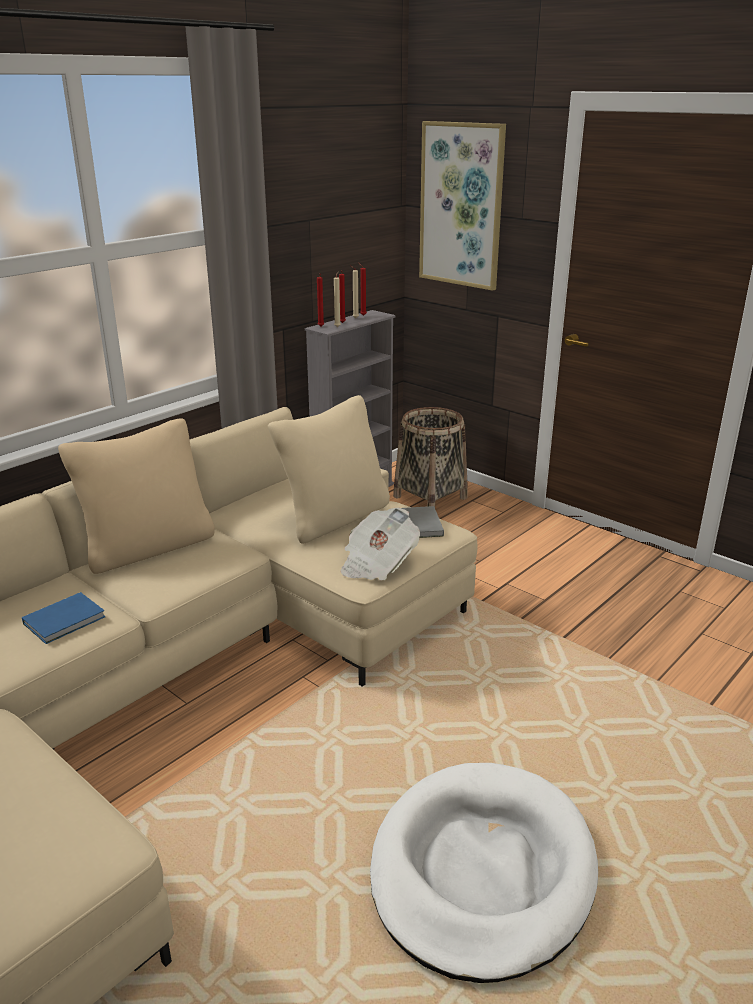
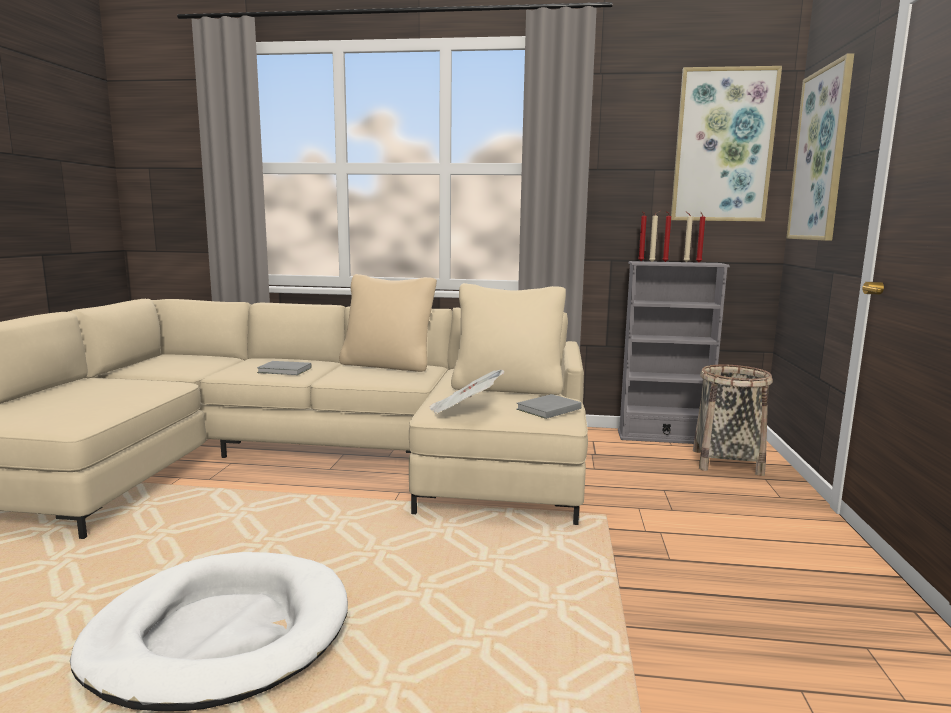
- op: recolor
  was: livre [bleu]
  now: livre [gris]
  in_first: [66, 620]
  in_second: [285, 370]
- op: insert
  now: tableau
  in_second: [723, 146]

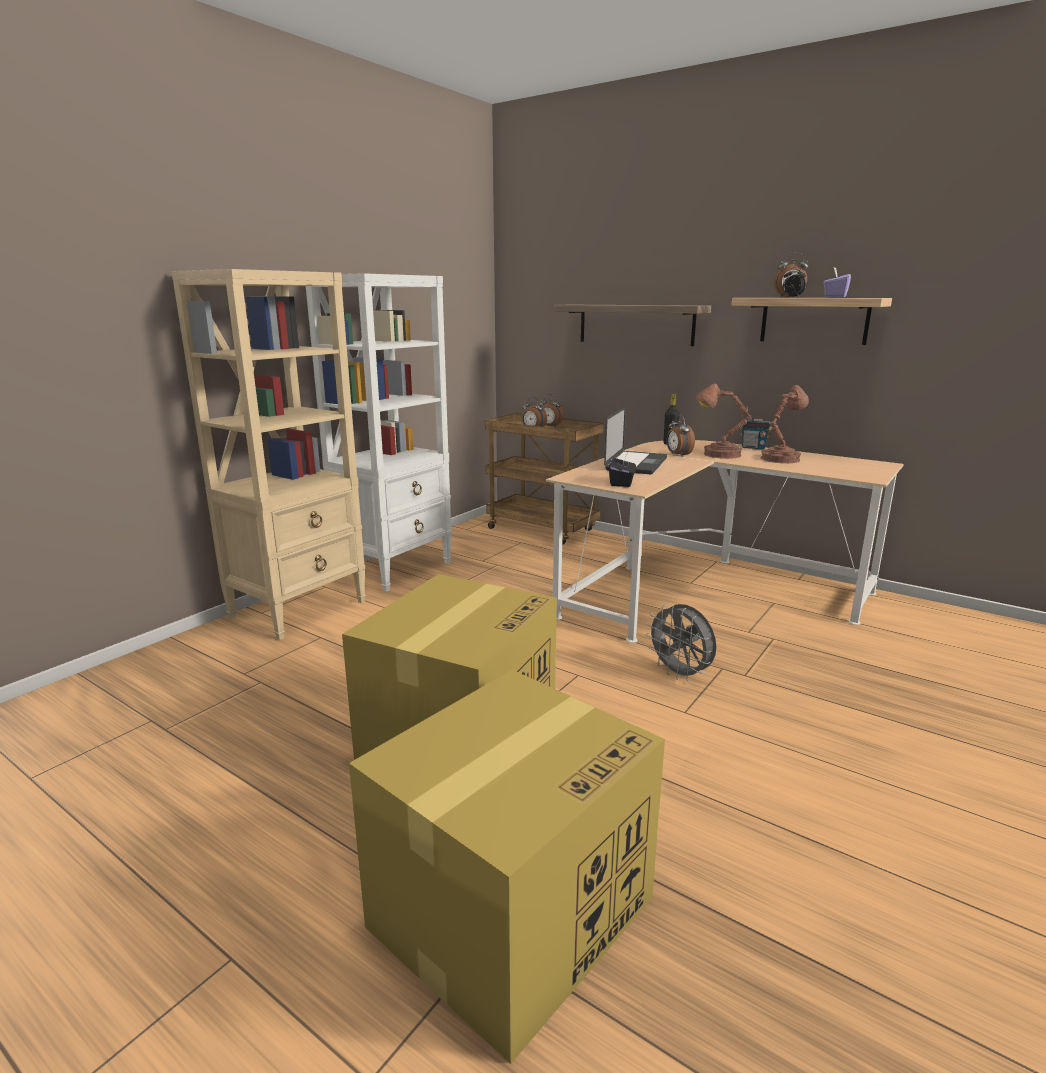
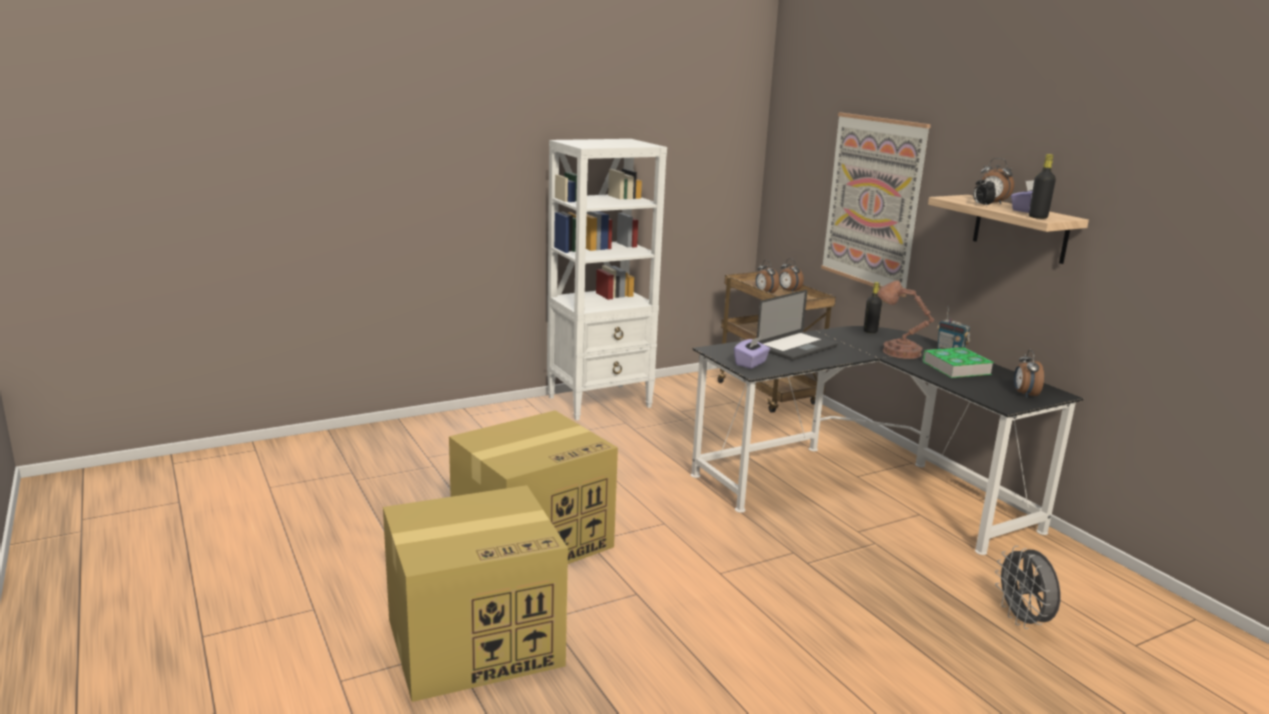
- op: delete
  was: bibliothèque [beige]
  in_first: [300, 609]
- op: recolor
  was: bureau [beige]
  now: bureau [noir]
  in_first: [703, 589]
  in_second: [862, 485]
- op: replace
  was: étagère
  now: tableau
  in_first: [635, 324]
  in_second: [873, 202]
- op: recolor
  was: boîte à mouchoirs [noir]
  now: boîte à mouchoirs [violet]
  in_first: [621, 483]
  in_second: [751, 363]
- op: move
  was: ventilateur [gris]
  in_first: [680, 674]
  in_second: [1023, 620]
- op: move
  was: réveil
  in_first: [678, 455]
  in_second: [1024, 394]
- op: replace
  was: lampe de table [marron]
  now: livre
  in_first: [781, 458]
  in_second: [956, 368]
- op: insert
  now: bouteille [noir]
  in_second: [1037, 217]

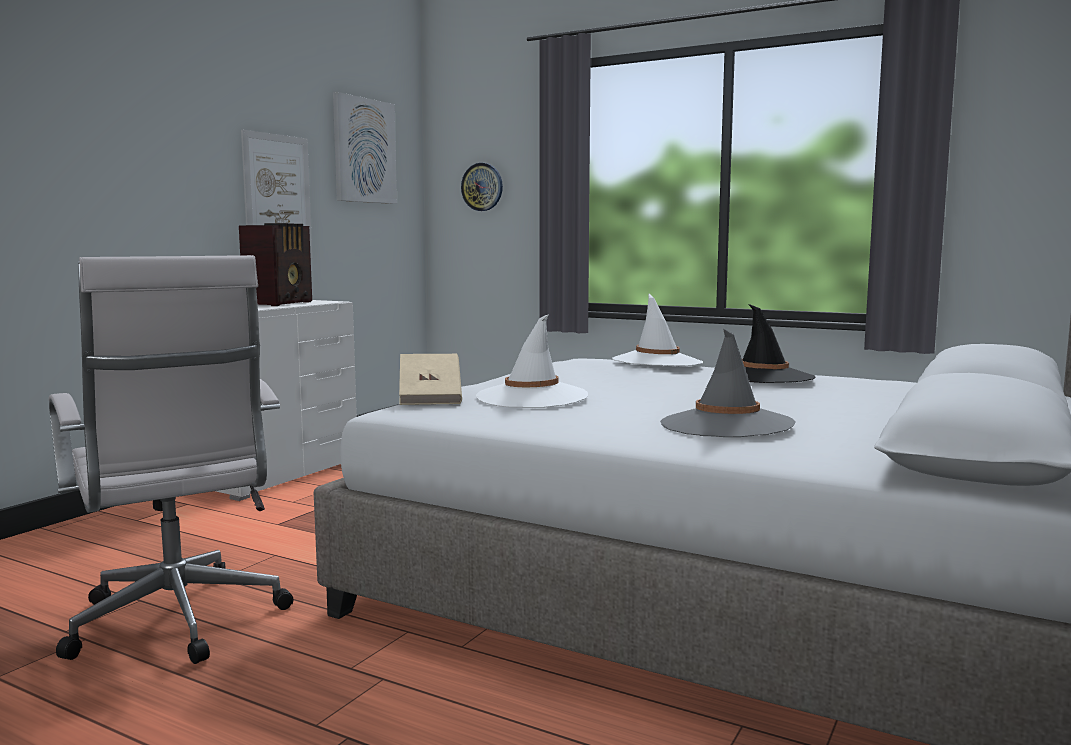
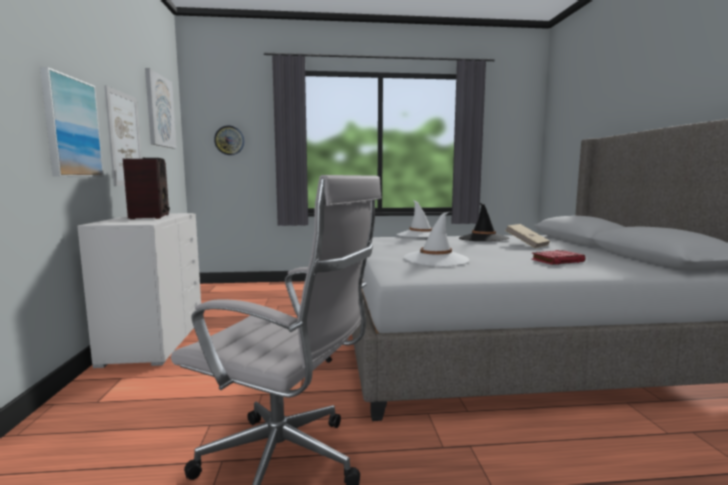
- op: move
  was: livre [beige]
  in_first: [430, 398]
  in_second: [526, 245]
- op: replace
  was: chapeau [gris]
  now: livre [rouge]
  in_first: [726, 425]
  in_second: [557, 261]
- op: insert
  now: tableau
  in_second: [71, 127]

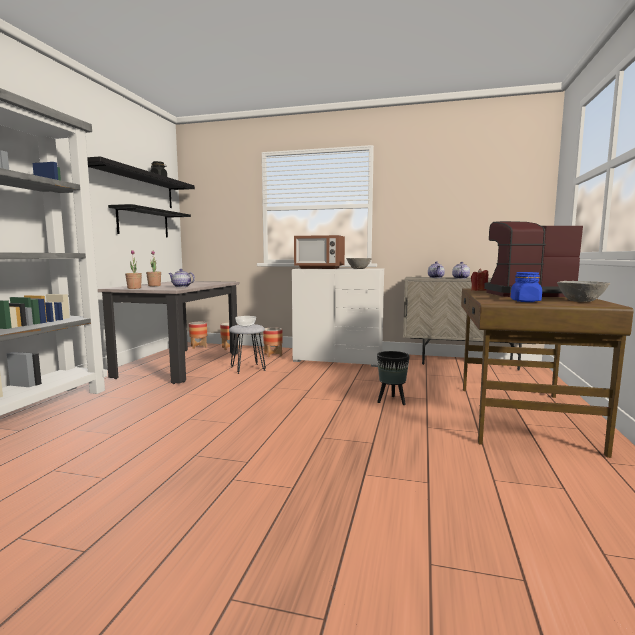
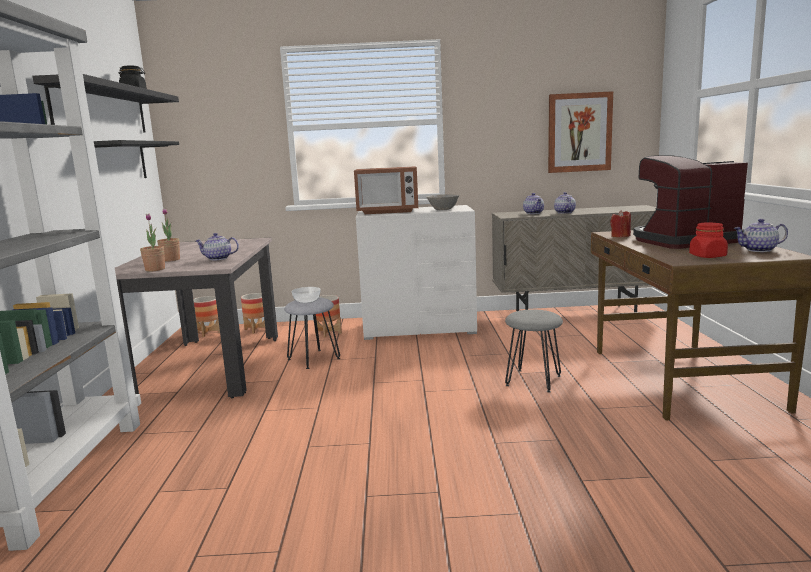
- op: replace
  was: cache-pot [noir]
  now: tabouret [gris]
  in_first: [391, 401]
  in_second: [533, 380]
- op: recolor
  was: bocal [bleu]
  now: bocal [rouge]
  in_first: [525, 301]
  in_second: [707, 256]
- op: replace
  was: bol [gris]
  now: théière
  in_first: [581, 301]
  in_second: [759, 250]
- op: insert
  now: tableau
  in_second: [579, 132]

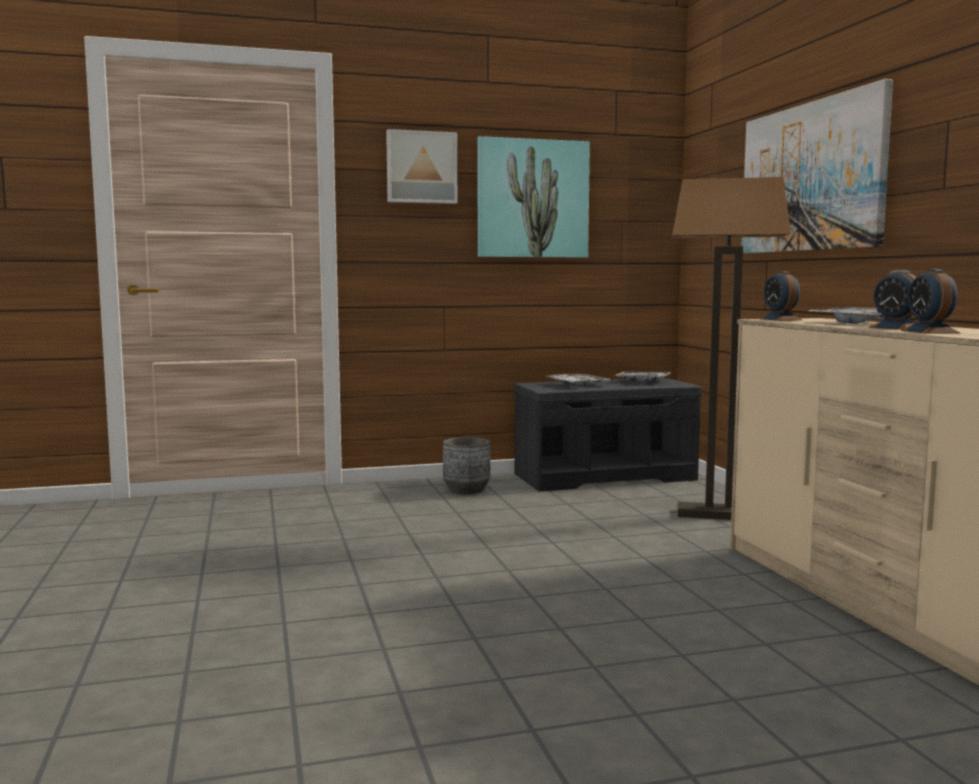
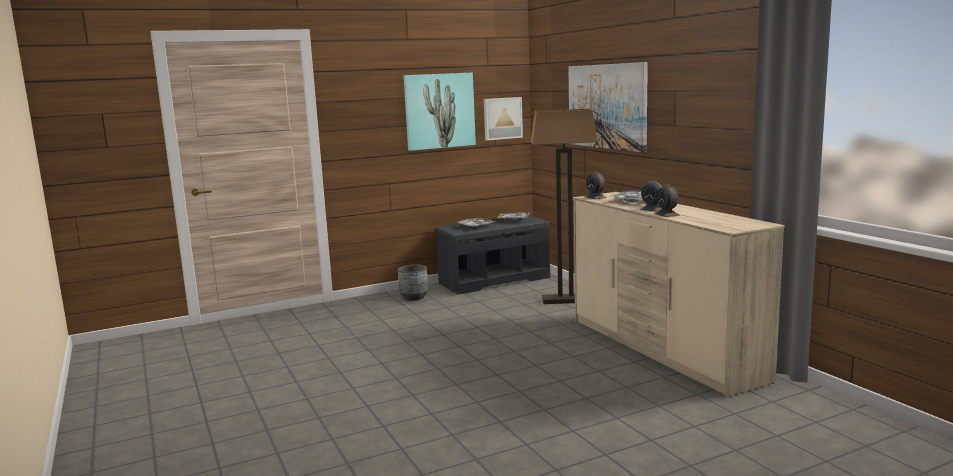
- op: move
  was: tableau
  in_first: [421, 167]
  in_second: [502, 118]

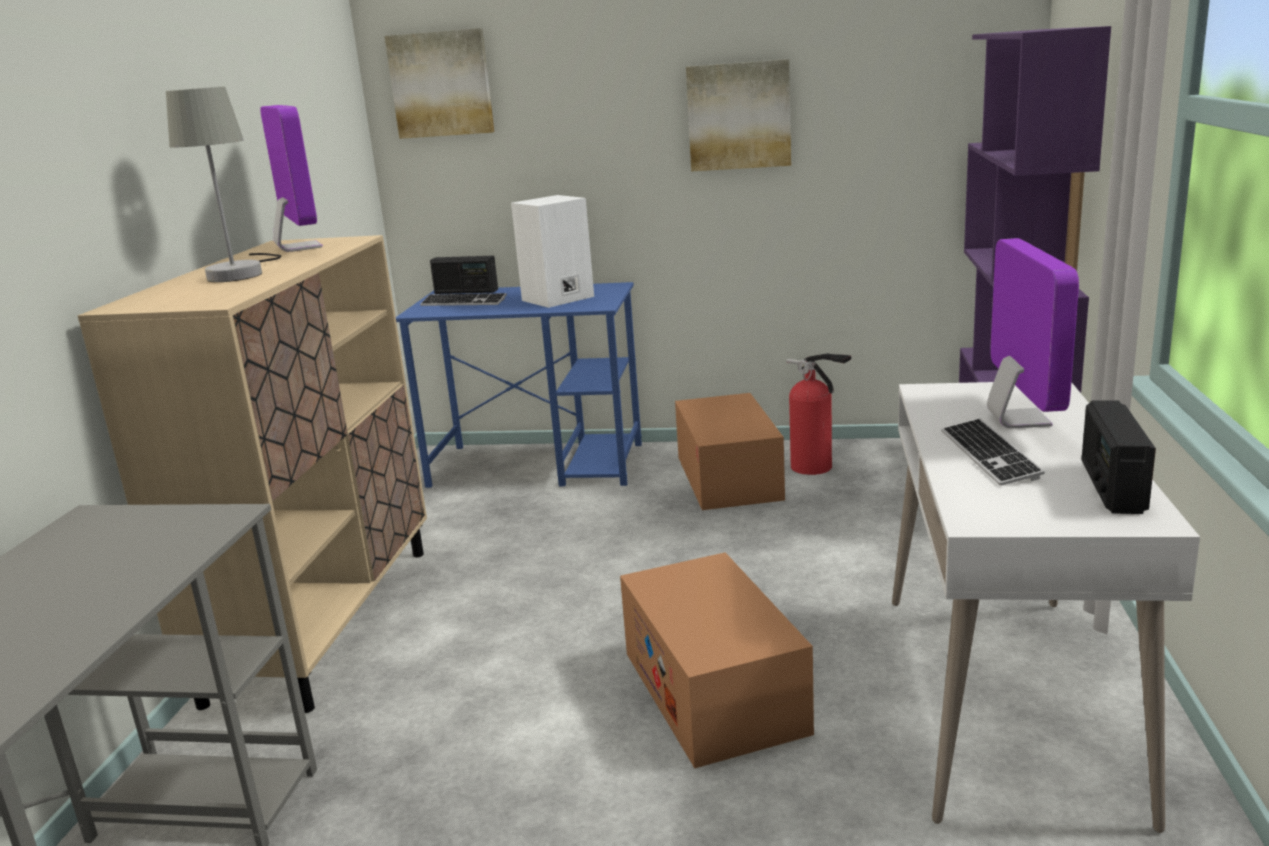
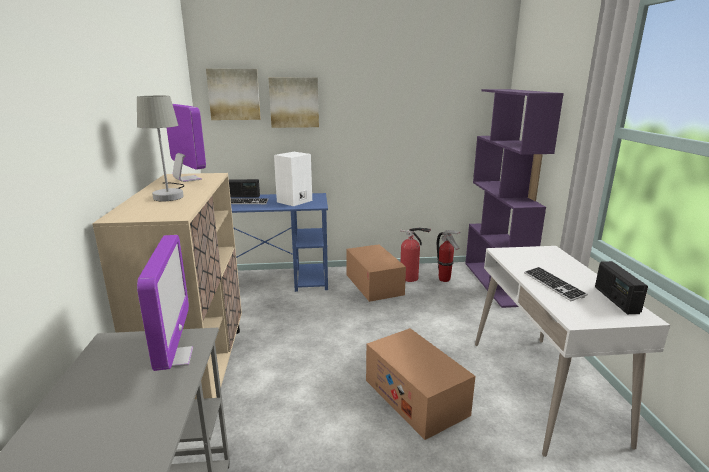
- op: move
  was: tableau
  in_first: [739, 116]
  in_second: [294, 102]
- op: move
  was: écran d'ordinateur
  in_first: [1018, 420]
  in_second: [173, 358]
- op: insert
  now: extincteur
  in_second: [444, 279]

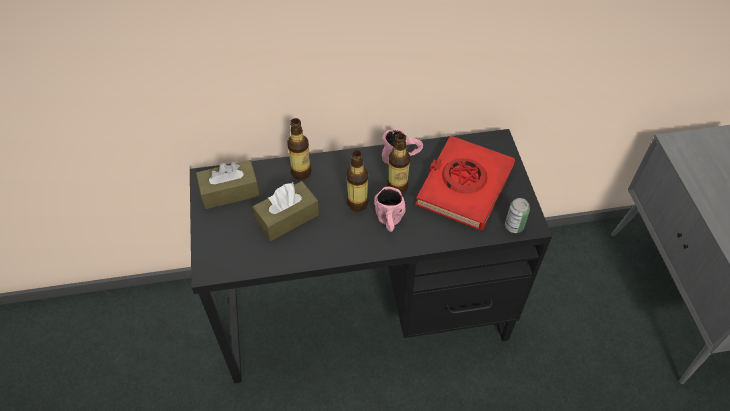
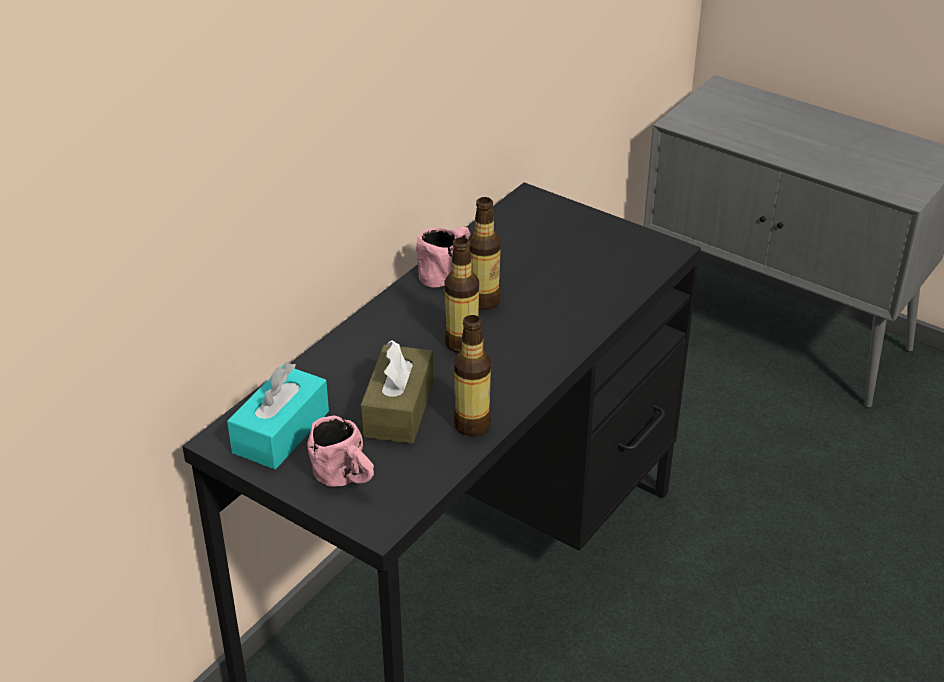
- op: recolor
  was: boîte à mouchoirs [marron]
  now: boîte à mouchoirs [turquoise]
  in_first: [230, 191]
  in_second: [281, 432]
- op: move
  was: bouteille
  in_first: [301, 172]
  in_second: [472, 424]
- op: move
  was: mug [rose]
  in_first: [389, 222]
  in_second: [347, 479]
- op: delete
  was: livre [rouge]
  in_first: [464, 186]
- op: delete
  was: boîte métallique
  in_first: [514, 226]

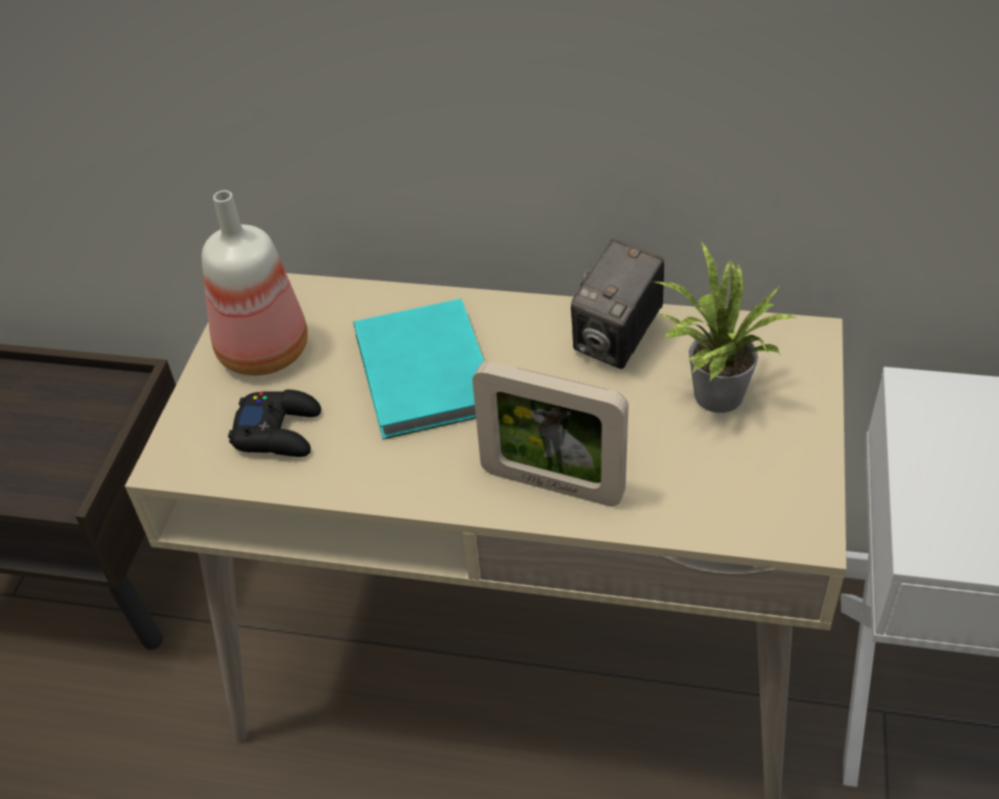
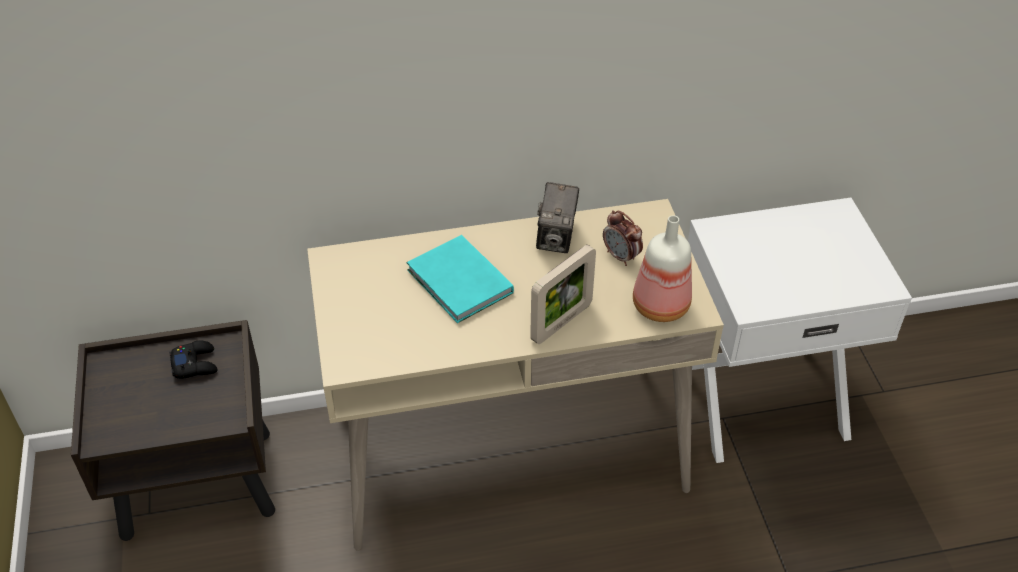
- op: move
  was: bouteille
  in_first: [261, 352]
  in_second: [659, 306]
- op: move
  was: manette [noir]
  in_first: [279, 431]
  in_second: [195, 364]
- op: rotate
  was: cadre photo
  in_first: [552, 484]
  in_second: [561, 322]
  clockwise: -45
- op: replace
  was: plante en pot
  now: réveil
  in_first: [712, 397]
  in_second: [621, 256]

